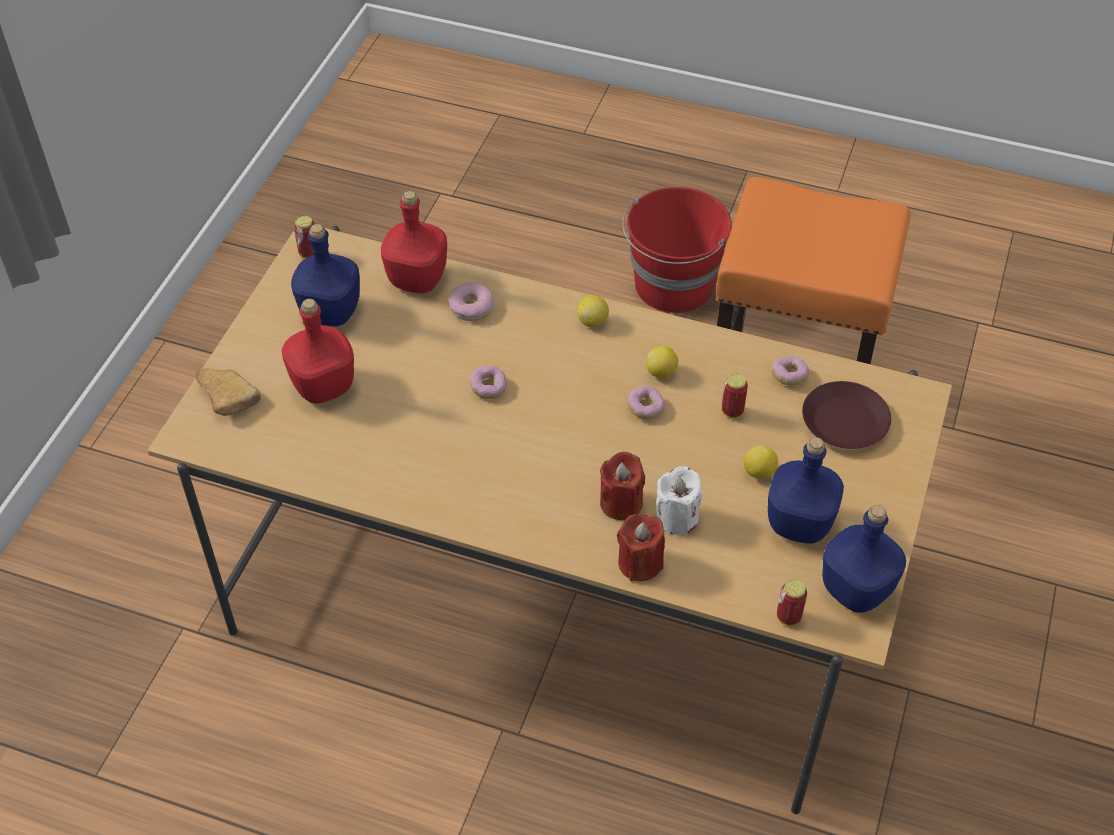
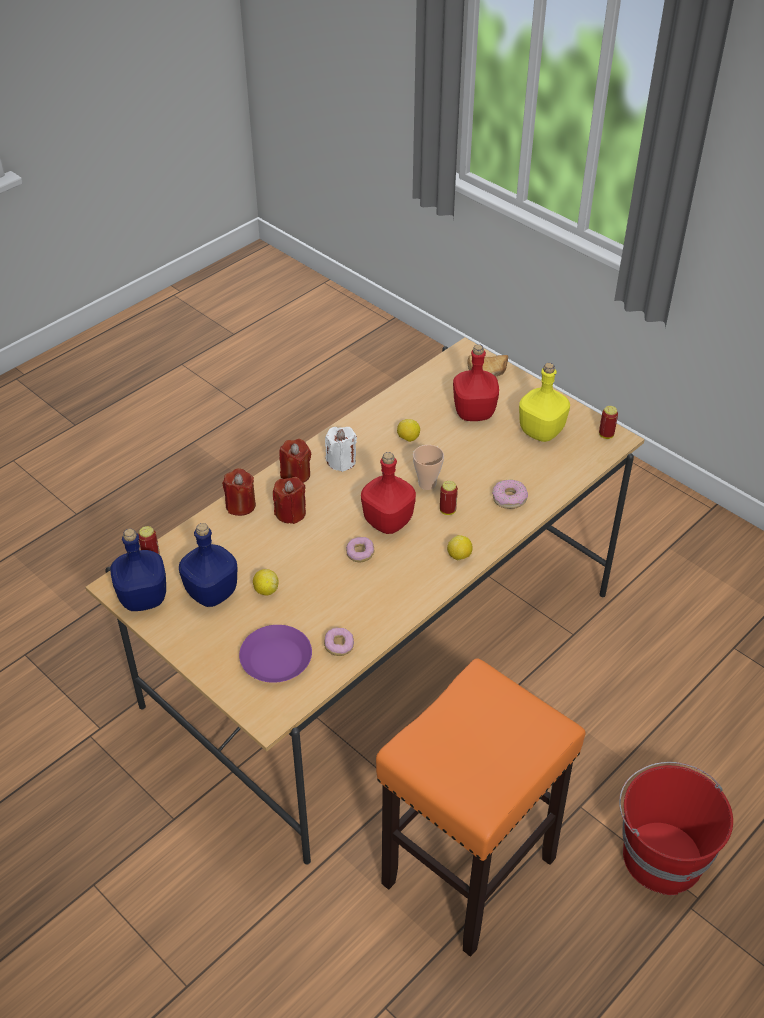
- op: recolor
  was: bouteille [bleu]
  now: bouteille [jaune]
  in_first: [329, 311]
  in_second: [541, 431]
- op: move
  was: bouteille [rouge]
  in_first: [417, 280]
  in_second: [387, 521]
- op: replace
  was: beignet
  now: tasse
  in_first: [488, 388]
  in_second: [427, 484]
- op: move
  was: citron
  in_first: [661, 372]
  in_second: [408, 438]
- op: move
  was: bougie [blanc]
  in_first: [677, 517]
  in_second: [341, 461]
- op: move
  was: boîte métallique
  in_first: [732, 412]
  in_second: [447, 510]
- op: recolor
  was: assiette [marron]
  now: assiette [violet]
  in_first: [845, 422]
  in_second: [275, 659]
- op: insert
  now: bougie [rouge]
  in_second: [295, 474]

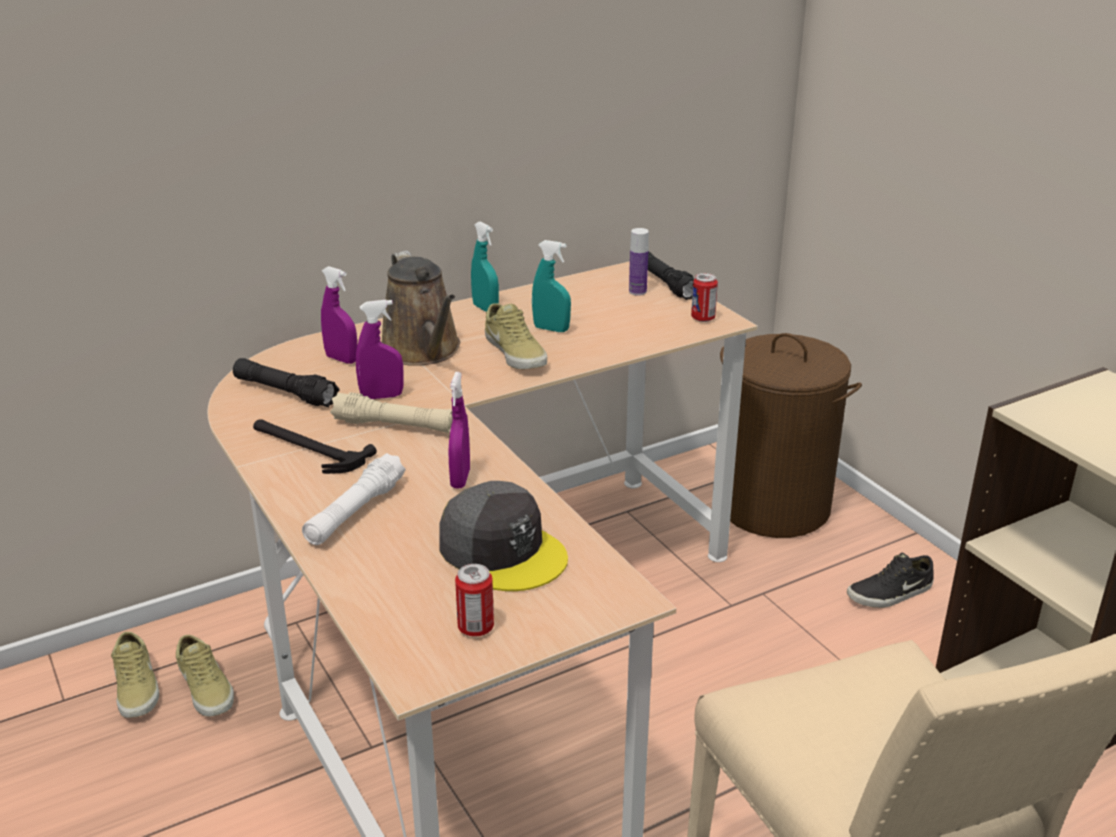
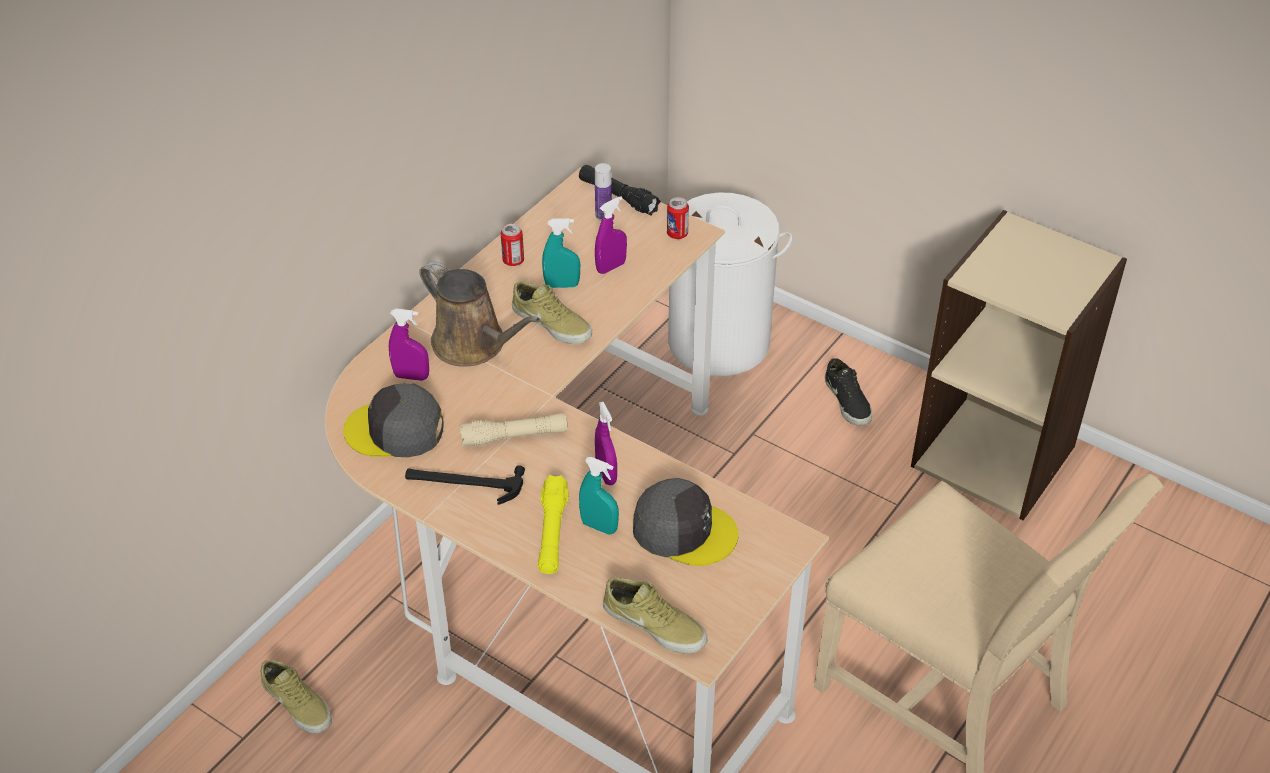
- op: move
  was: chaussure [beige]
  in_first: [207, 687]
  in_second: [656, 623]
- op: replace
  was: lampe de poche [noir]
  now: casquette [gris]
  in_first: [285, 392]
  in_second: [395, 430]
- op: recolor
  was: lampe de poche [blanc]
  now: lampe de poche [jaune]
  in_first: [355, 512]
  in_second: [552, 532]
- op: move
  was: vaporisateur [violet]
  in_first: [382, 396]
  in_second: [611, 267]
- op: move
  was: boîte métallique
  in_first: [475, 628]
  in_second: [513, 261]
- op: move
  was: vaporisateur [turquoise]
  in_first: [485, 309]
  in_second: [599, 526]
- op: recolor
  was: panier à linge [marron]
  now: panier à linge [blanc]
  in_first: [774, 507]
  in_second: [719, 342]
- op: rotate
  was: chaussure [noir]
  in_first: [890, 593]
  in_second: [849, 401]
  clockwise: -60

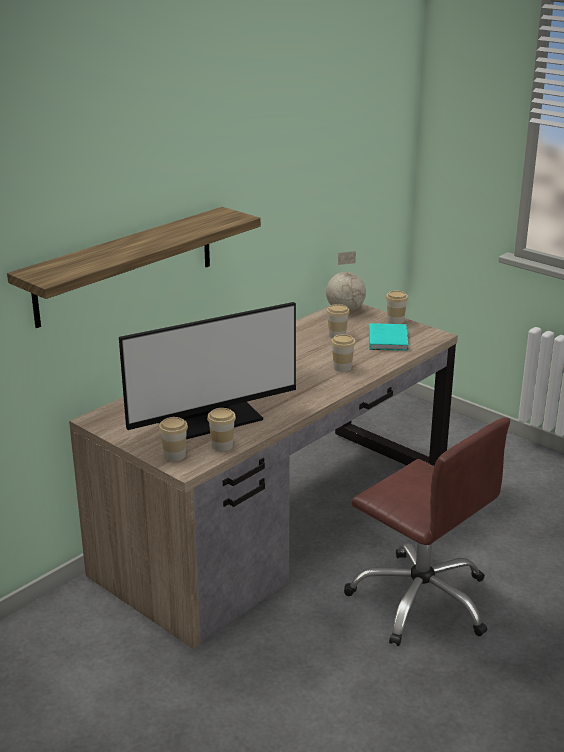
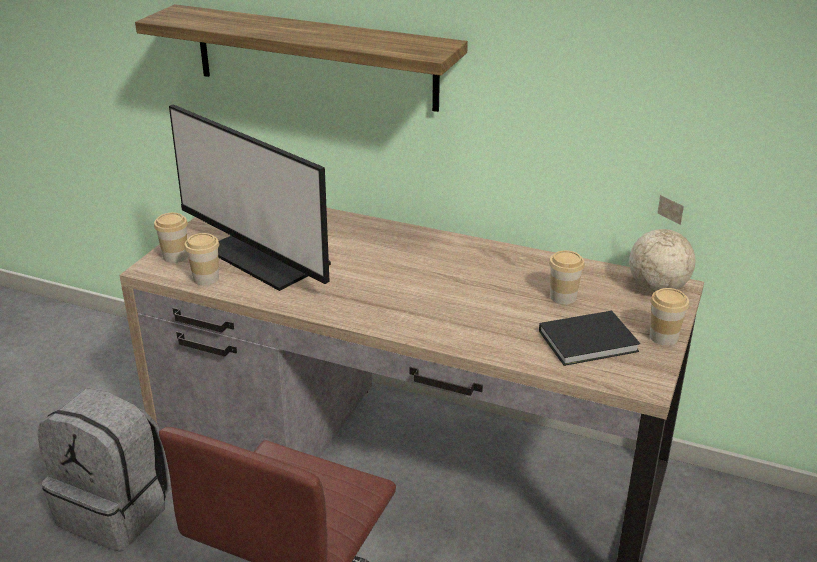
- op: delete
  was: tasse
  in_first: [342, 367]
- op: recolor
  was: livre [turquoise]
  now: livre [noir]
  in_first: [388, 339]
  in_second: [590, 341]
- op: insert
  now: sac à dos [gris]
  in_second: [117, 510]

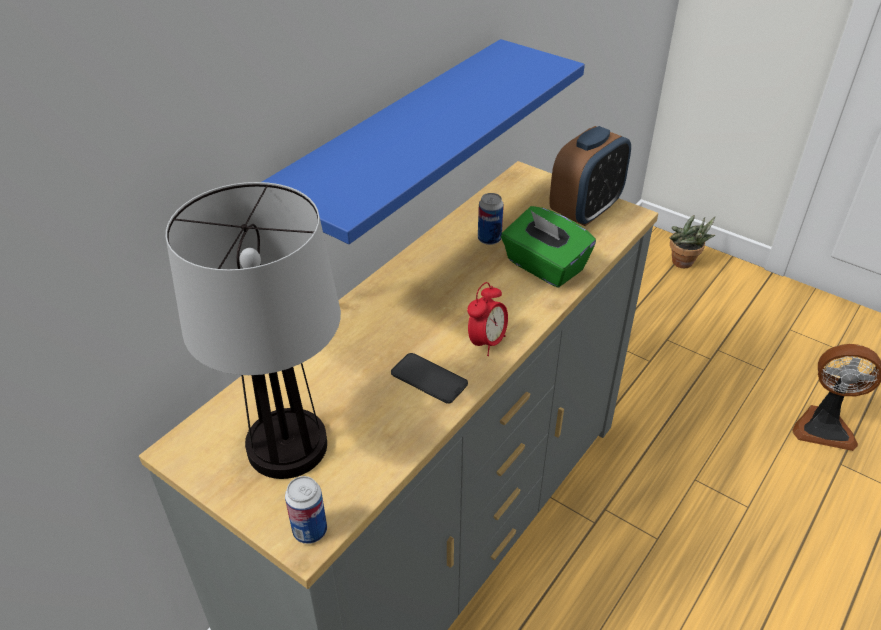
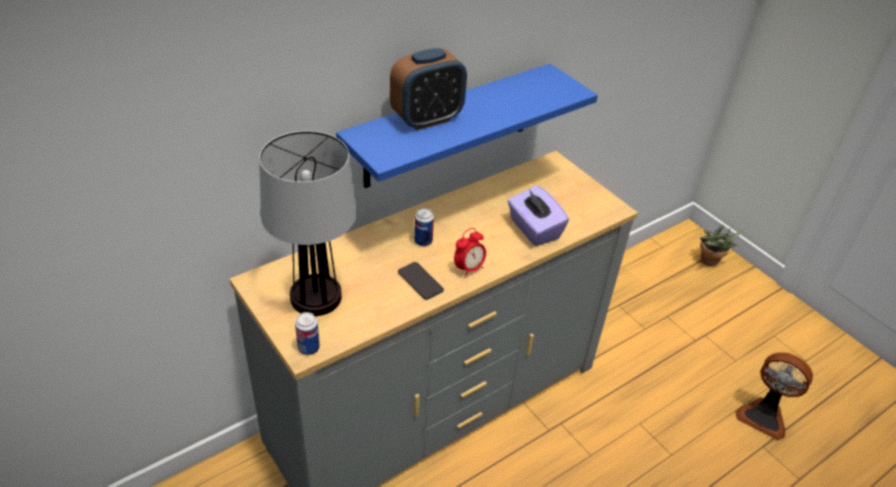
- op: move
  was: boîte métallique
  in_first: [489, 239]
  in_second: [423, 241]
- op: recolor
  was: boîte à mouchoirs [vert]
  now: boîte à mouchoirs [violet]
  in_first: [544, 267]
  in_second: [533, 229]
- op: move
  was: réveil
  in_first: [585, 211]
  in_second: [427, 119]

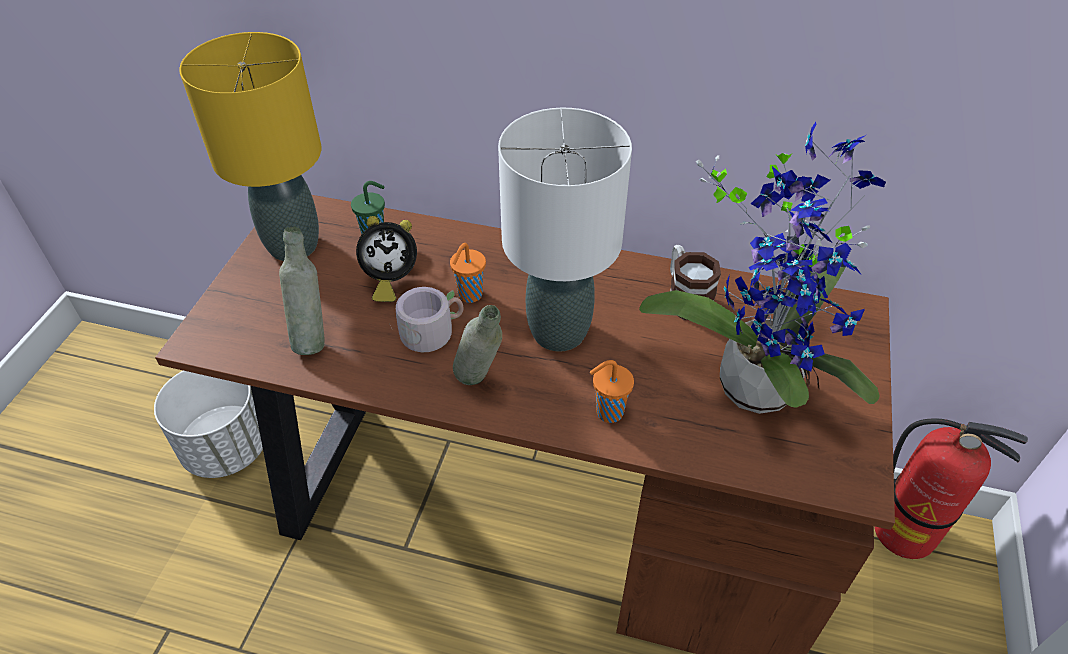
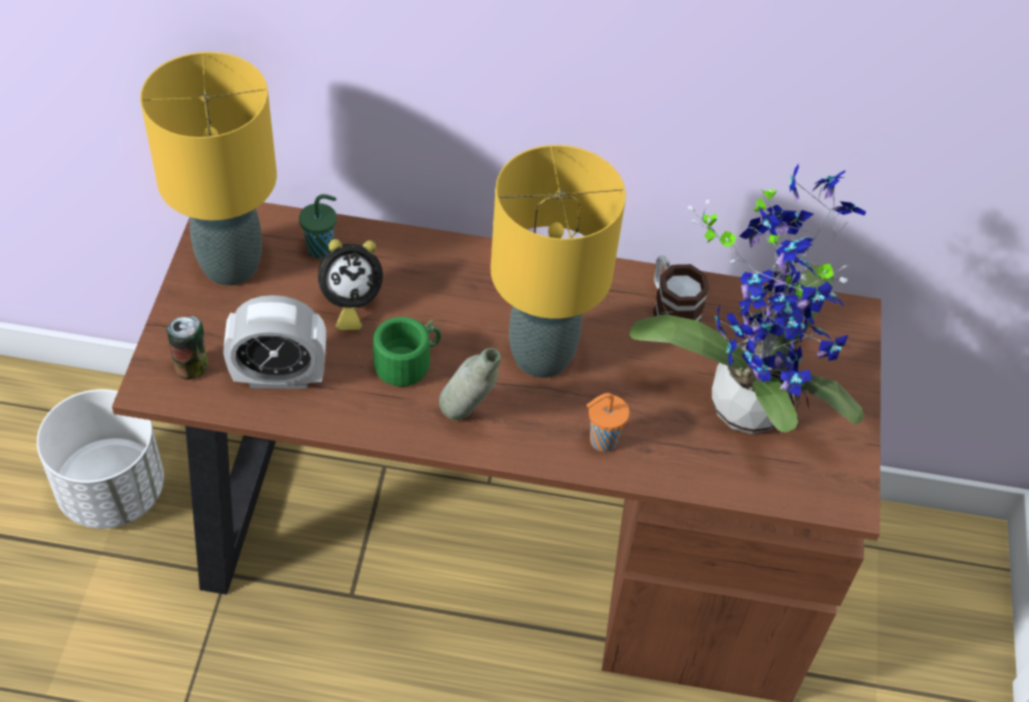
- op: replace
  was: bouteille [gris]
  now: réveil
  in_first: [312, 338]
  in_second: [279, 376]
- op: recolor
  was: mug [gris]
  now: mug [vert]
  in_first: [431, 331]
  in_second: [406, 362]
- op: delete
  was: tasse [orange]
  in_first: [469, 295]
- op: recolor
  was: lampe de table [blanc]
  now: lampe de table [jaune]
  in_first: [558, 332]
  in_second: [541, 356]
- op: delete
  was: extincteur
  in_first: [904, 532]
- op: insert
  now: boîte métallique
  in_second: [192, 366]

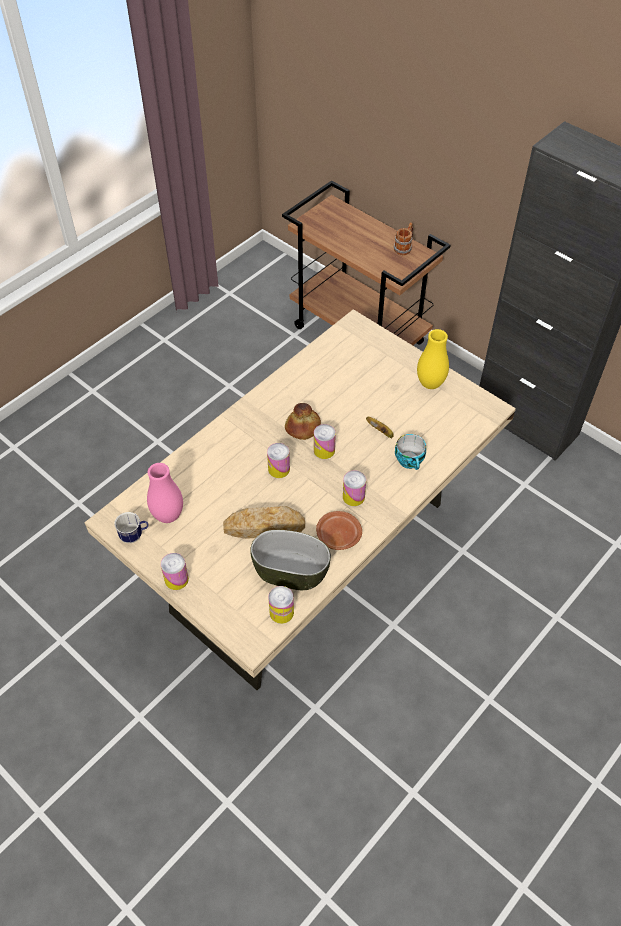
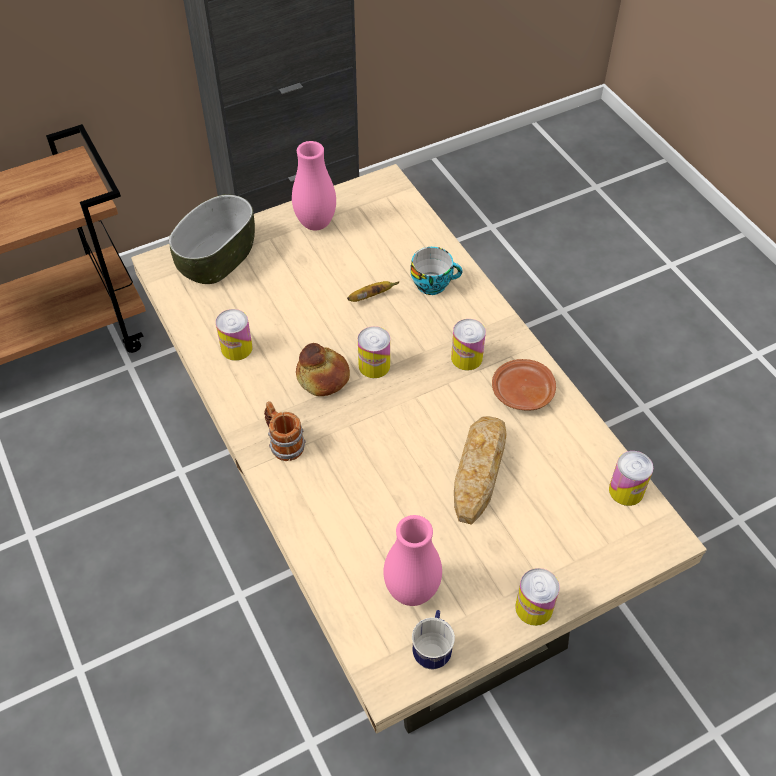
- op: move
  was: bol
  in_first: [290, 571]
  in_second: [217, 259]
- op: move
  was: boîte métallique
  in_first: [279, 469]
  in_second: [236, 348]
- op: move
  was: mug
  in_first: [404, 247]
  in_second: [283, 442]
- op: recolor
  was: vase [jaune]
  now: vase [rose]
  in_first: [430, 384]
  in_second: [315, 223]

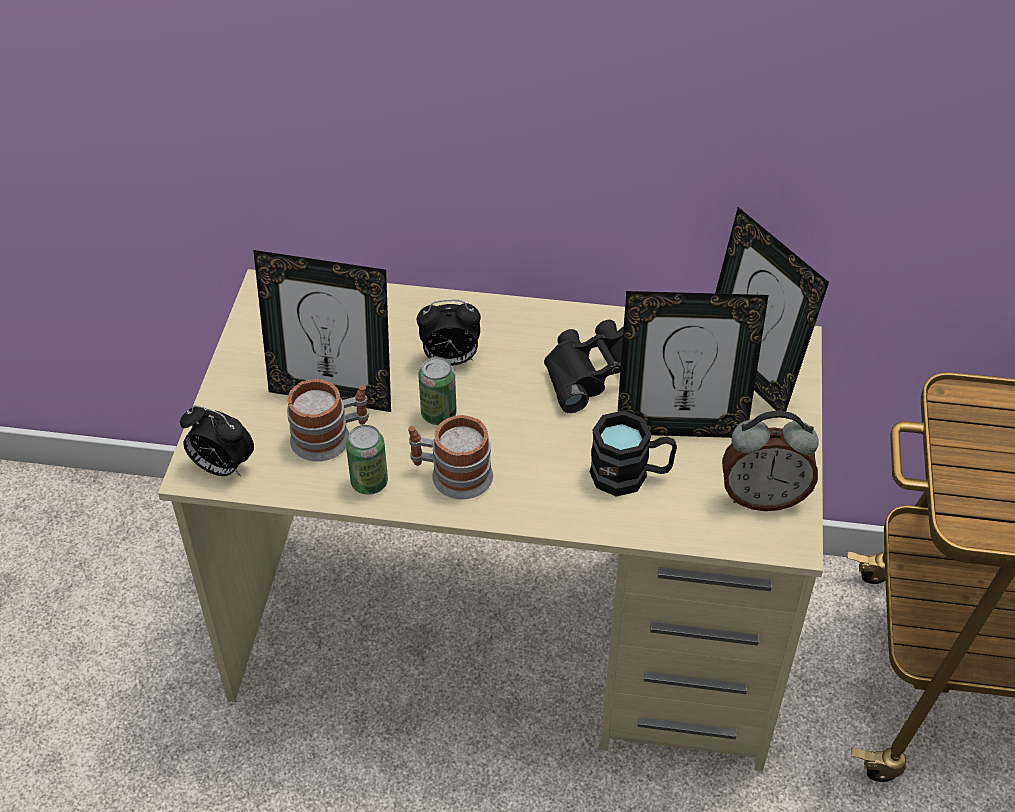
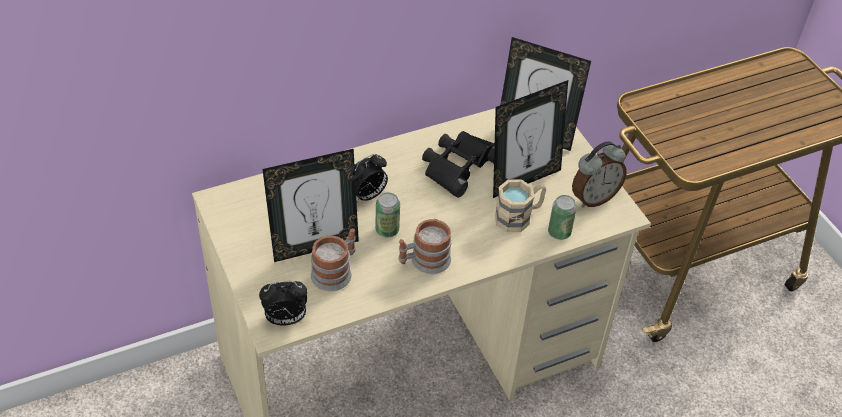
- op: move
  was: boîte métallique
  in_first: [369, 482]
  in_second: [559, 232]
- op: recolor
  was: mug [noir]
  now: mug [beige]
  in_first: [631, 475]
  in_second: [519, 217]

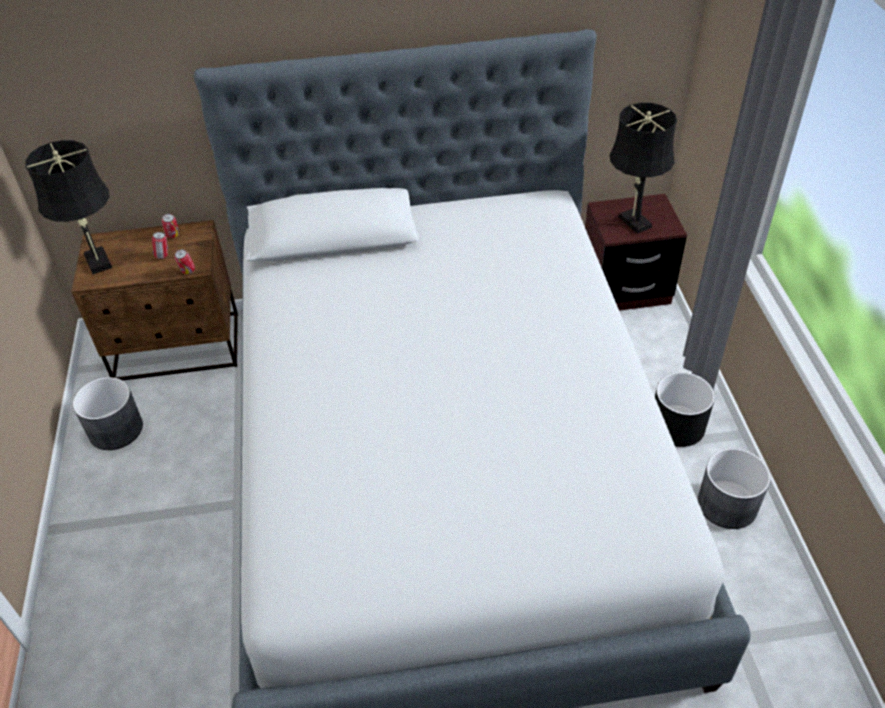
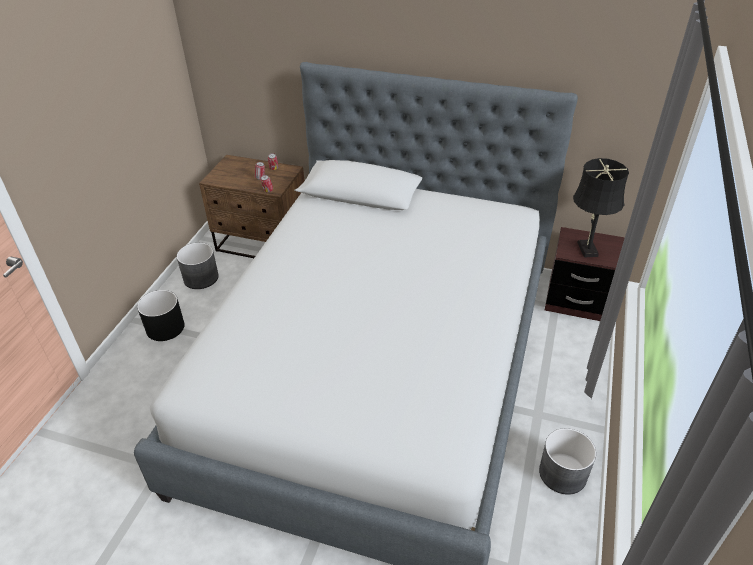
- op: delete
  was: lampe de table [noir]
  in_first: [99, 263]
- op: move
  was: cache-pot [noir]
  in_first: [677, 426]
  in_second: [165, 328]

